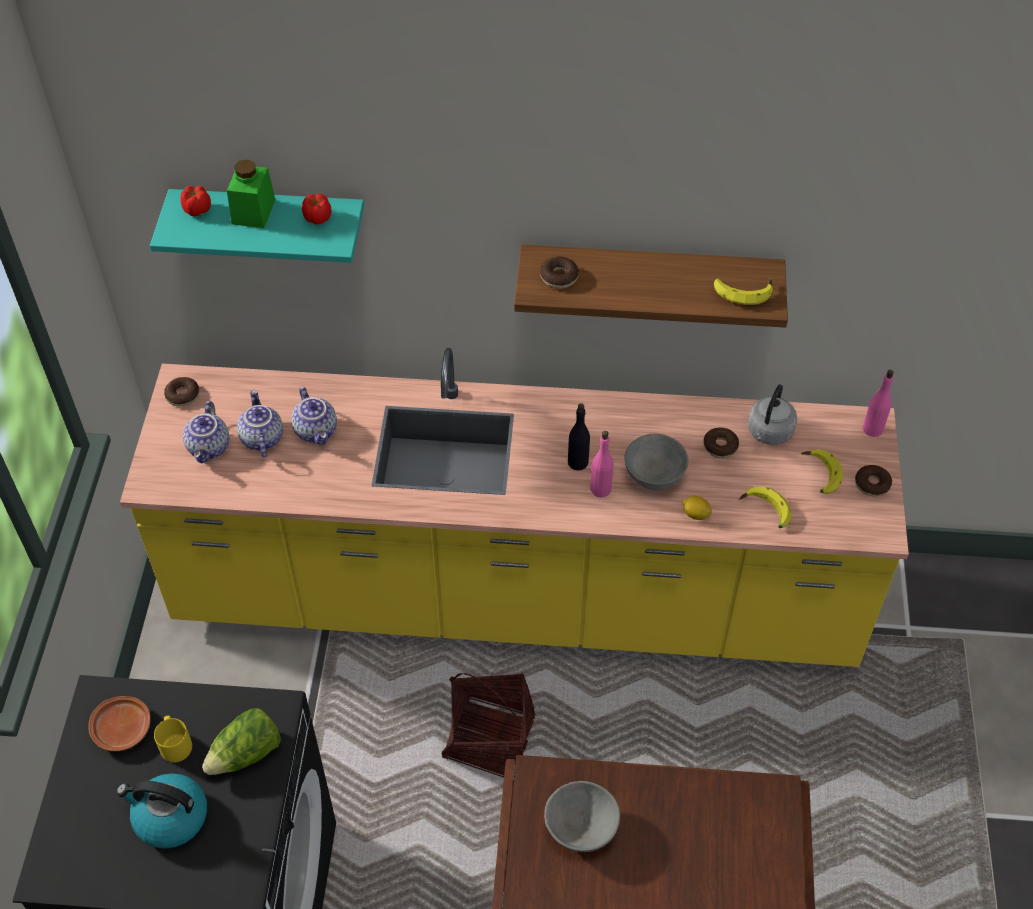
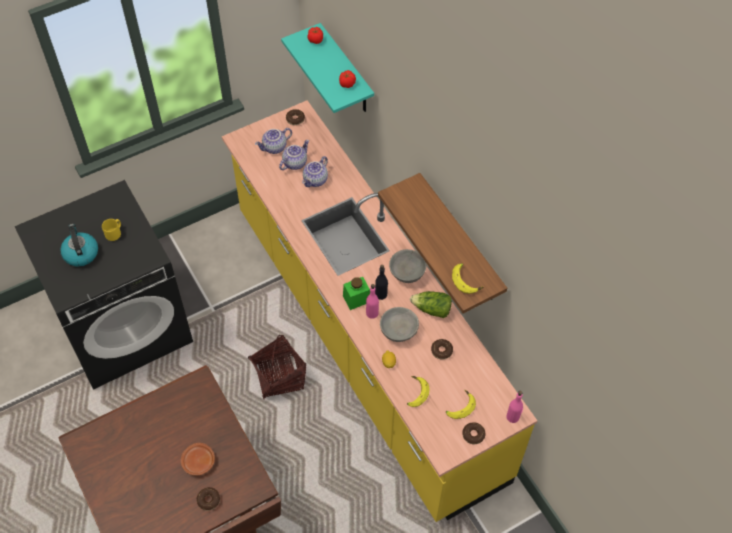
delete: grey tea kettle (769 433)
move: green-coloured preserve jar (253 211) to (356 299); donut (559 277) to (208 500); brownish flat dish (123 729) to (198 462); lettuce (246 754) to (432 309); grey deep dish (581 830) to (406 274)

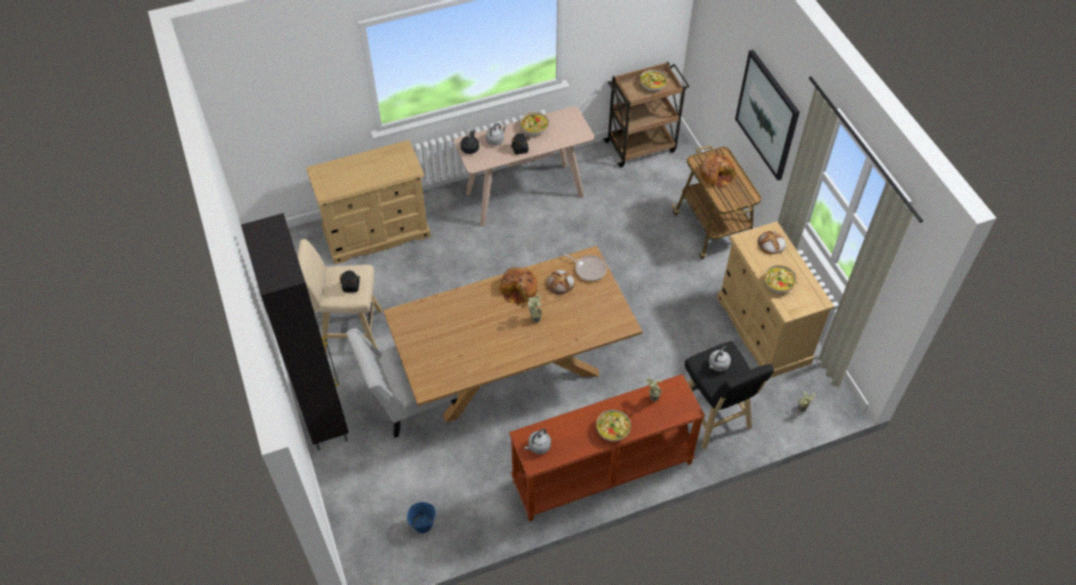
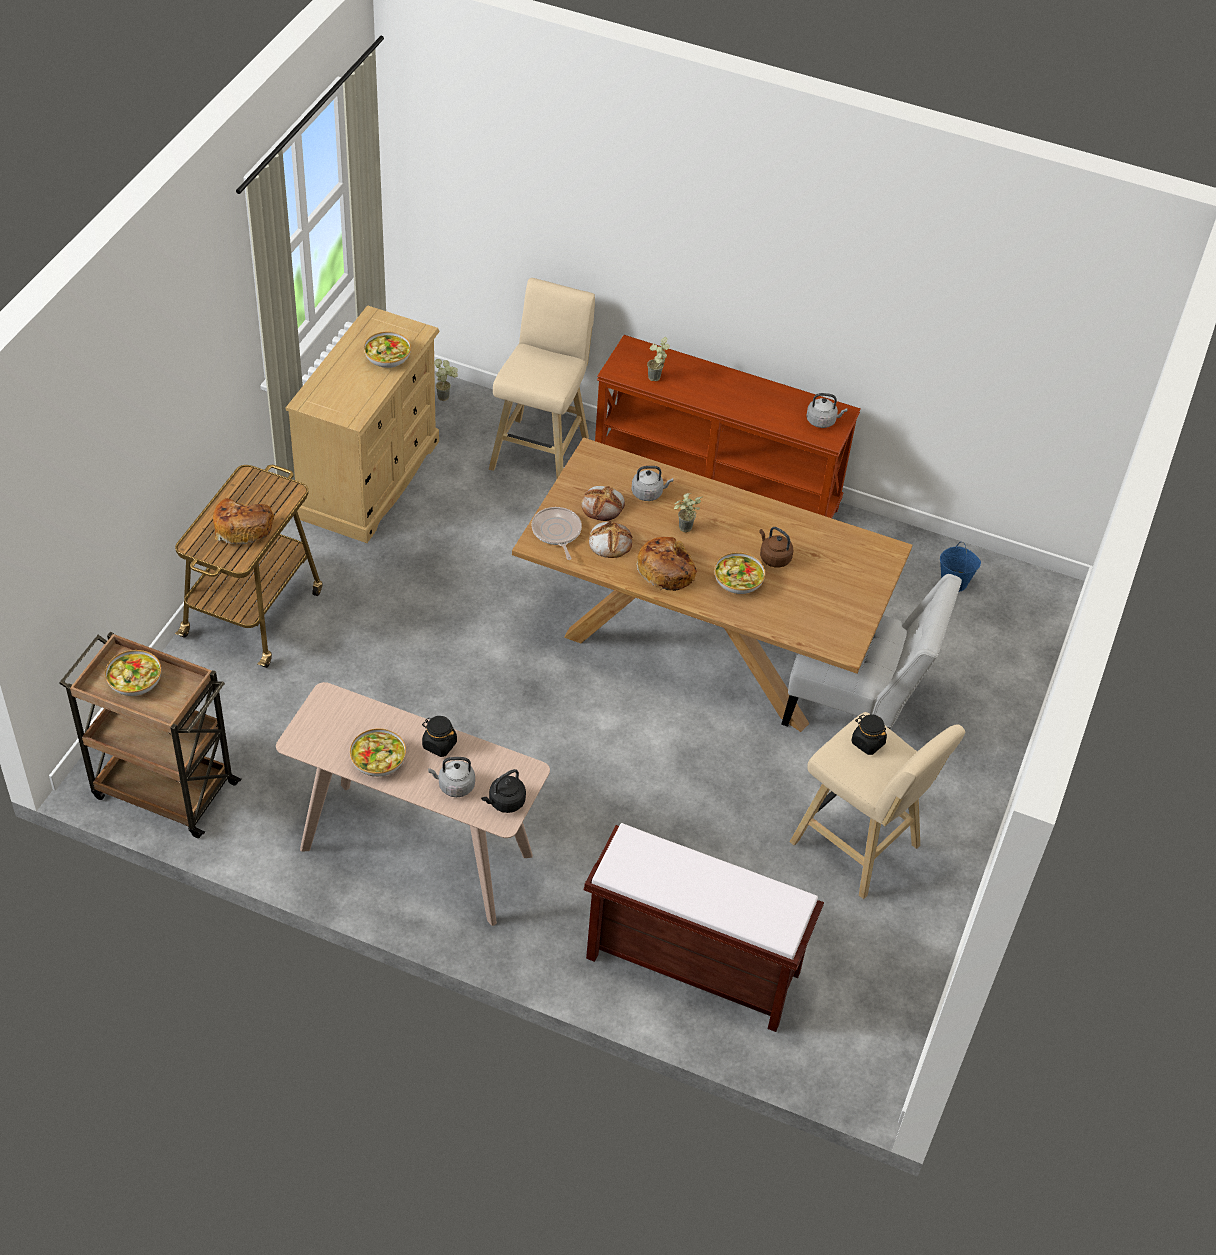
delete: wall art (767 115); blackish cabinet (324 414)
insert: brownish tea kettle (773 558)
move: baked bread (771 244) to (603 505); grey tea kettle (717 365) to (648 493); deep dish (612 430) to (738 581)
replace: beige-coloured dresser (376 233) to brownish bench (690 965)
recolor: blackish sitting stool (714 419) to beige-coloured sitting stool (541 450)

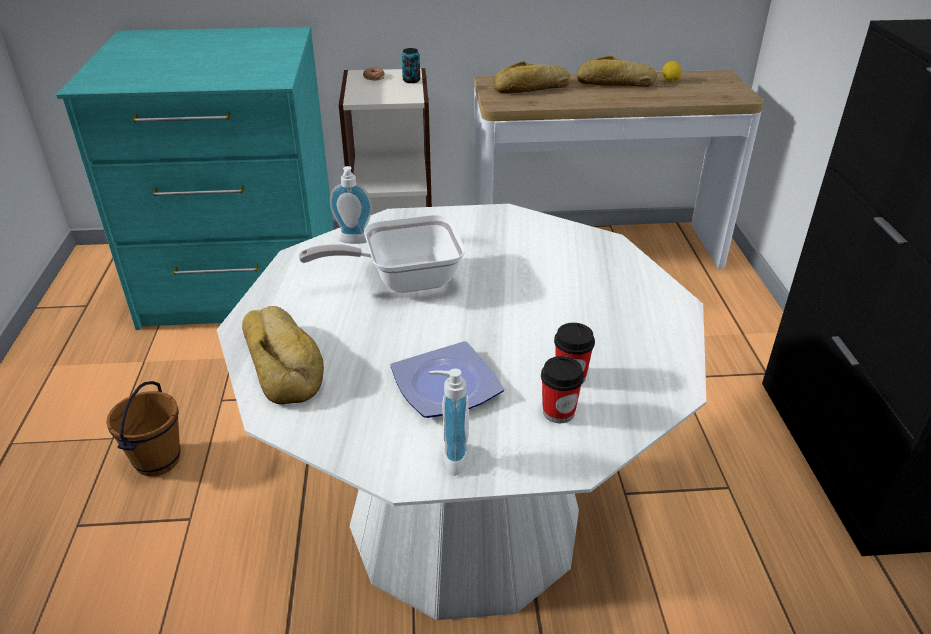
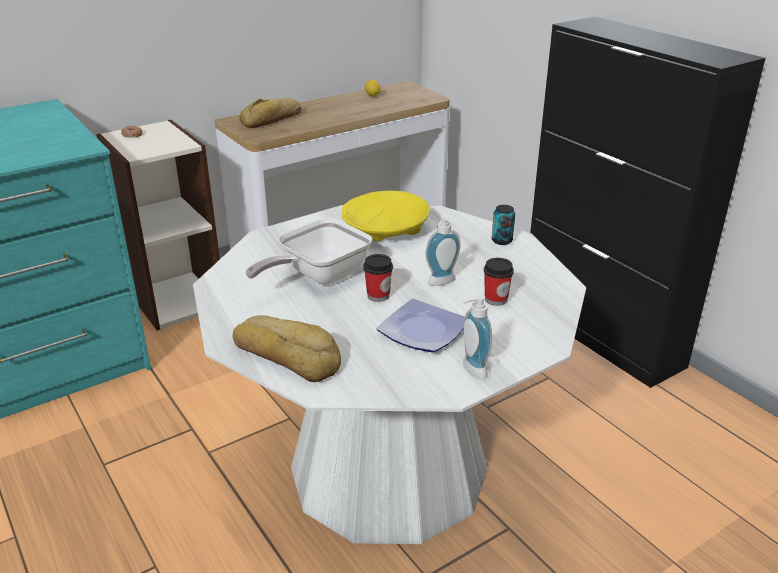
delete: baked bread (615 83); brownish pail (157 460)
insert: yellow-coloured deep dish (386 230)
move: sealed can (411 80) to (502 241); soap bottle (353 241) to (443 283); cup (558 412) to (378 295)

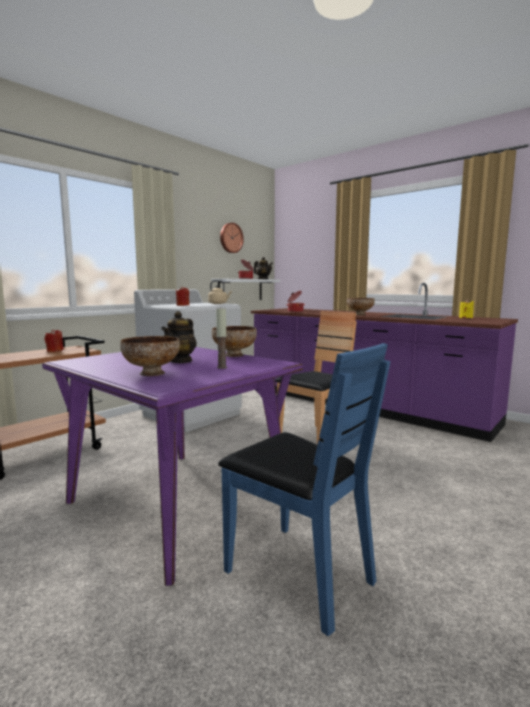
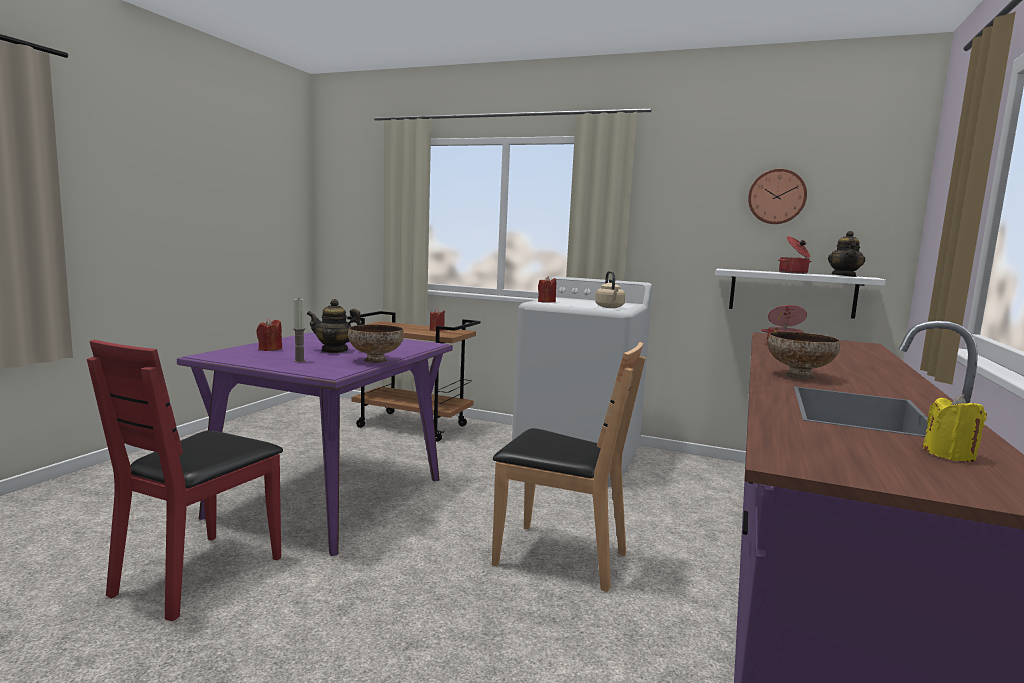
replace: deep dish (151 373) to red candle (270 349)
recolor: blue-coloured plain chair (298 574) to red plain chair (199 574)

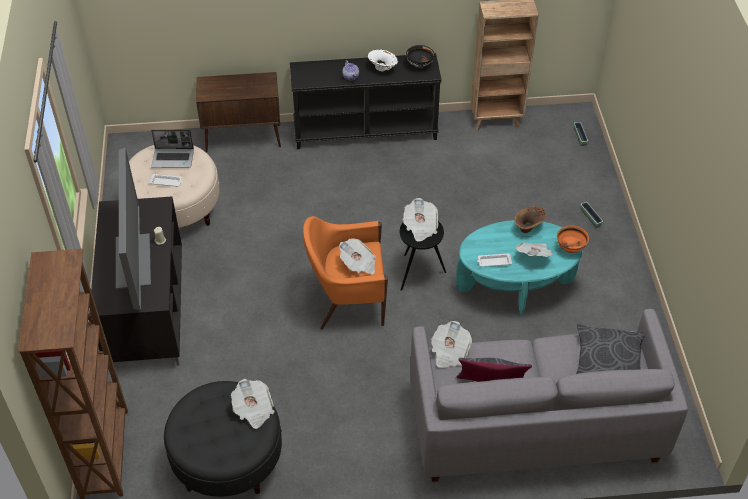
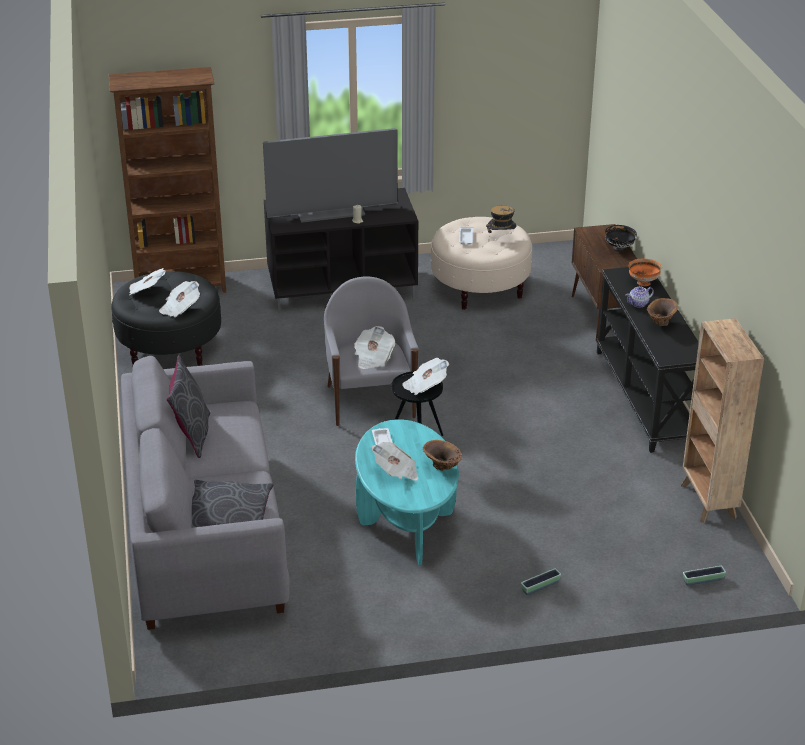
move: blackish deep dish (419 65) to (619 248); orangey deep dish (570 248) to (643 283); daily paper (449 352) to (147 290)
replace: notebook computer (173 158) to hat (501 238)
recolor: whitish decorative vase (382 69) to brownish decorative vase (660 324); orangey easy chair (347 300) to grey easy chair (370 401)

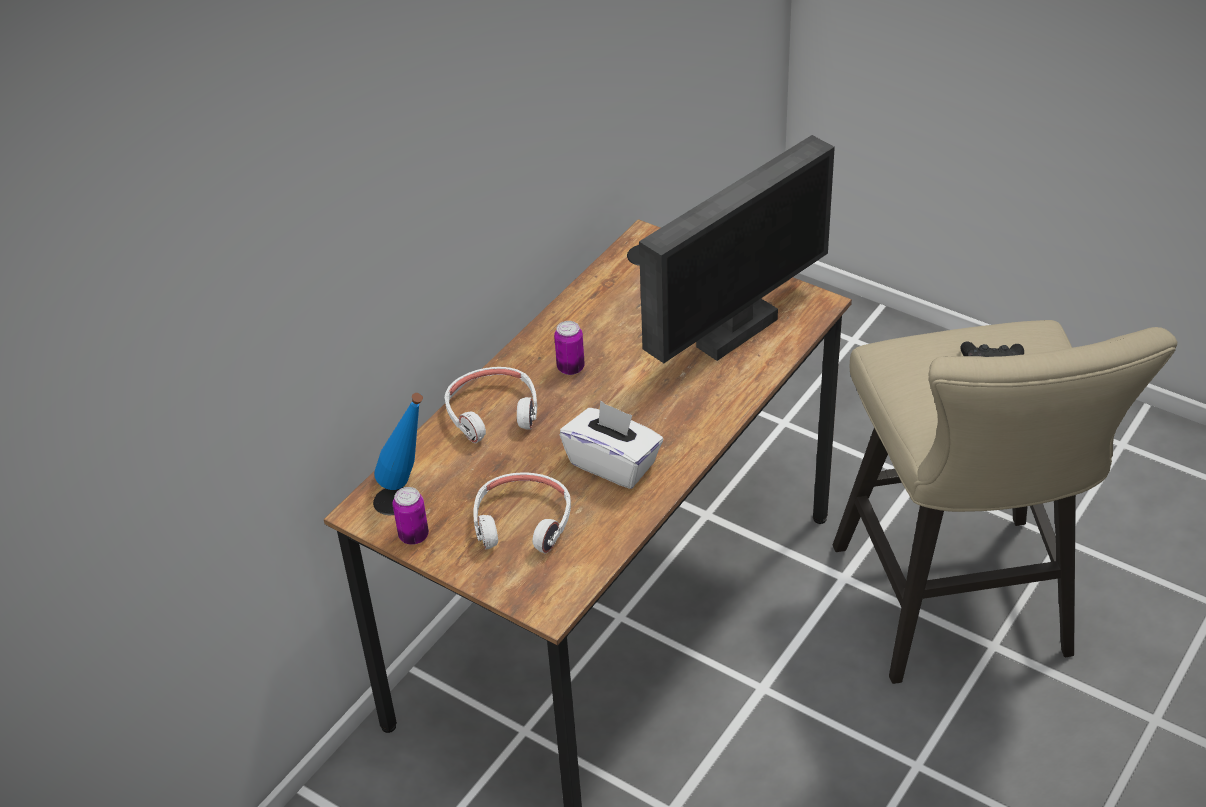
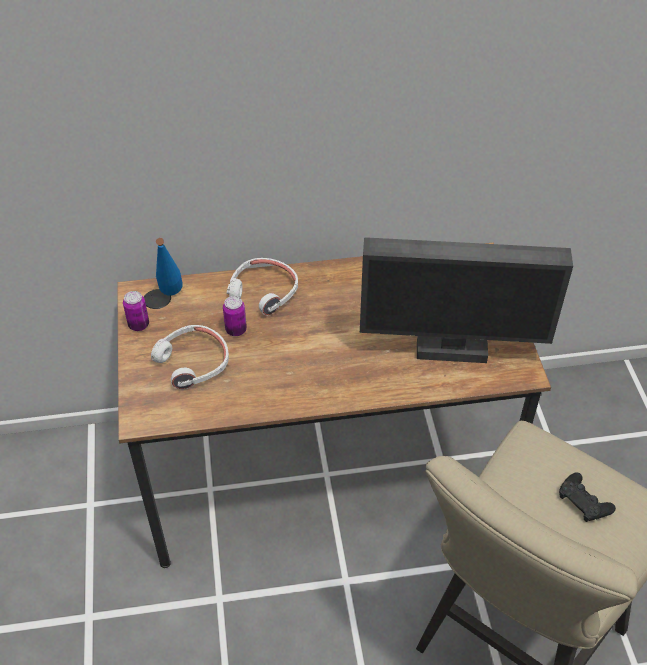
delete: whitish tissue holder (613 463)
move: sealed can (570 368) to (236 330)

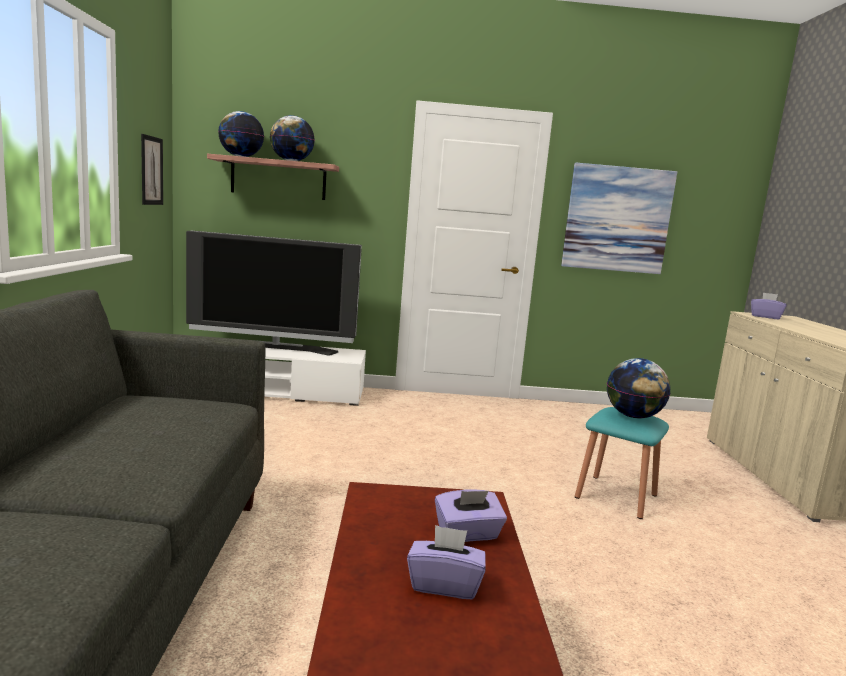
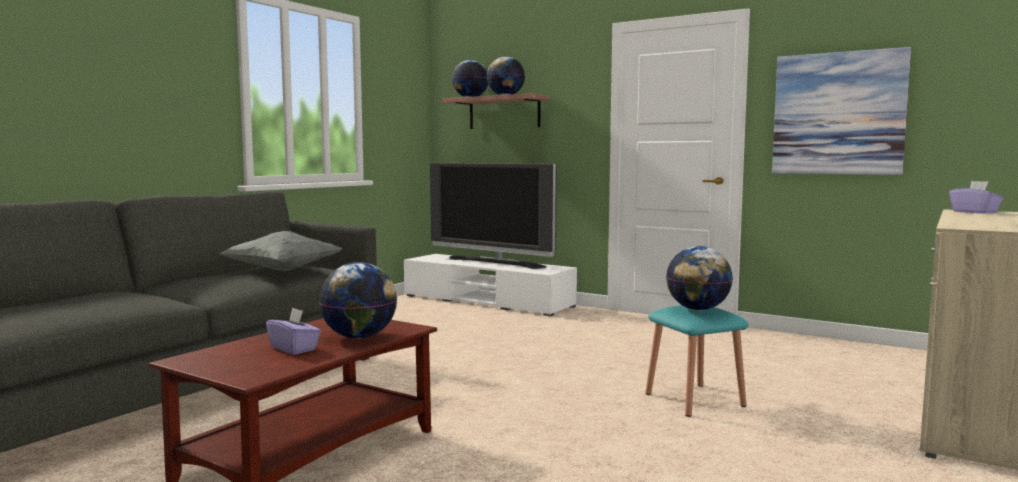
delete: wall art (151 170)
insert: grey cushion (282 271)
replace: purplish tissue holder (468 534) to globe (359 337)

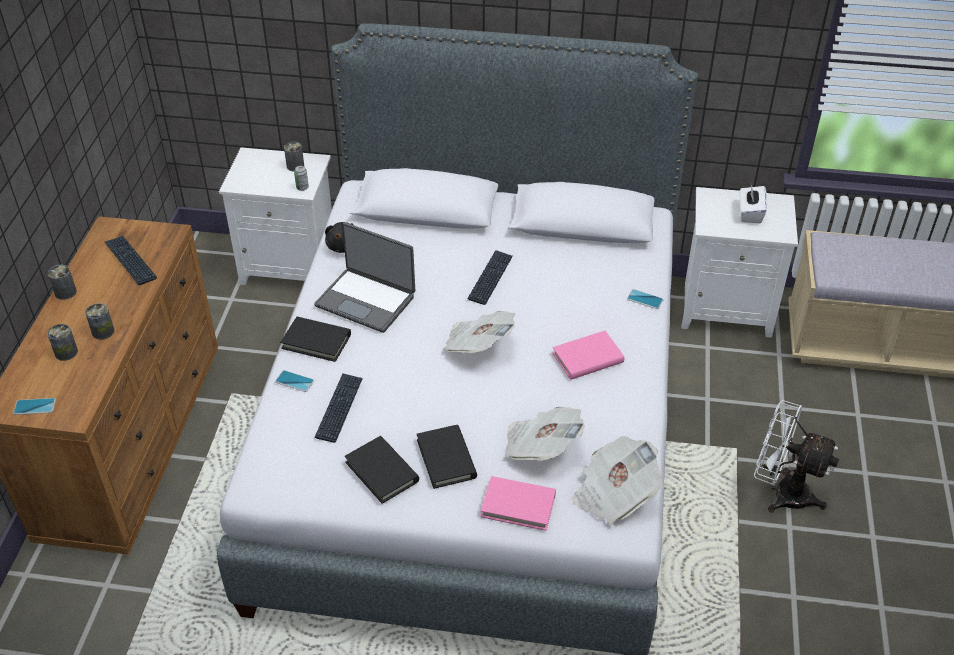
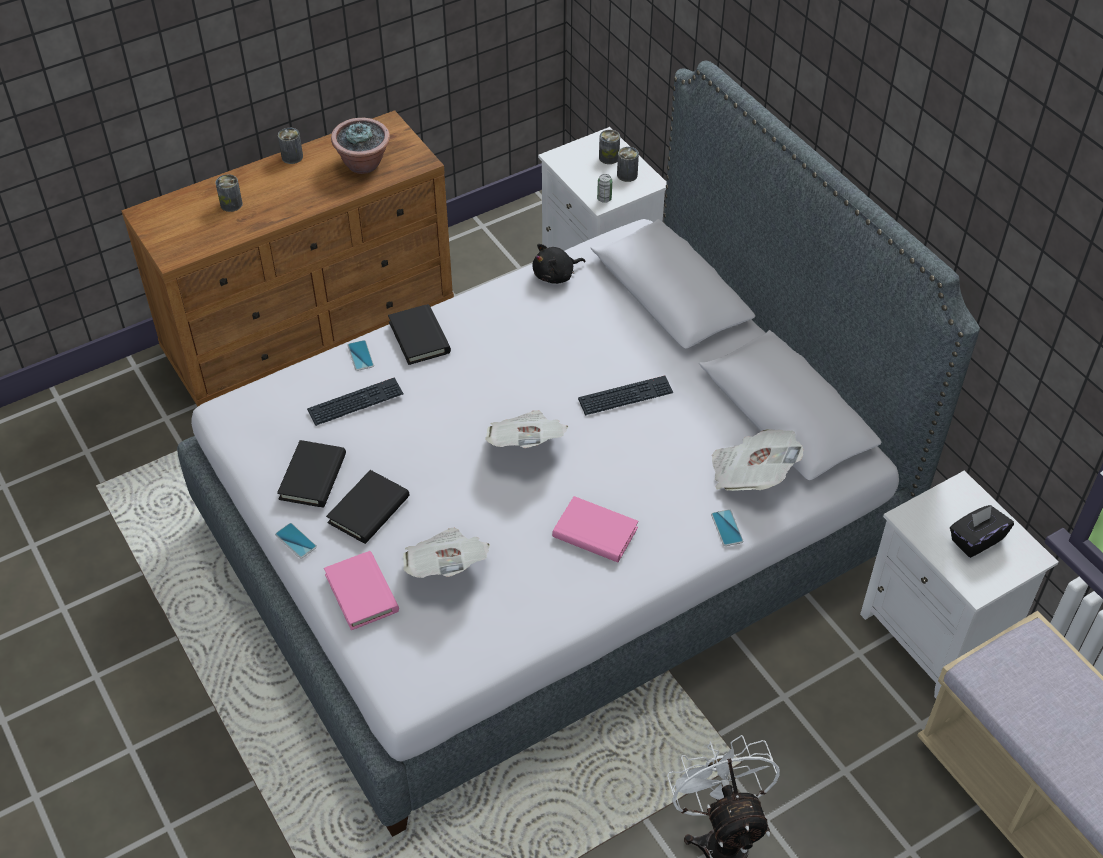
delete: notebook computer (366 300)
move: sealed can (103 331) to (609 157); handset (35 407) to (296 541); daily paper (614 494) to (751 474)
replace: PC keyboard (130 261) to plant in a pot (364 164)
recolor: whitish tissue holder (750 213) to blackish tissue holder (976 540)

